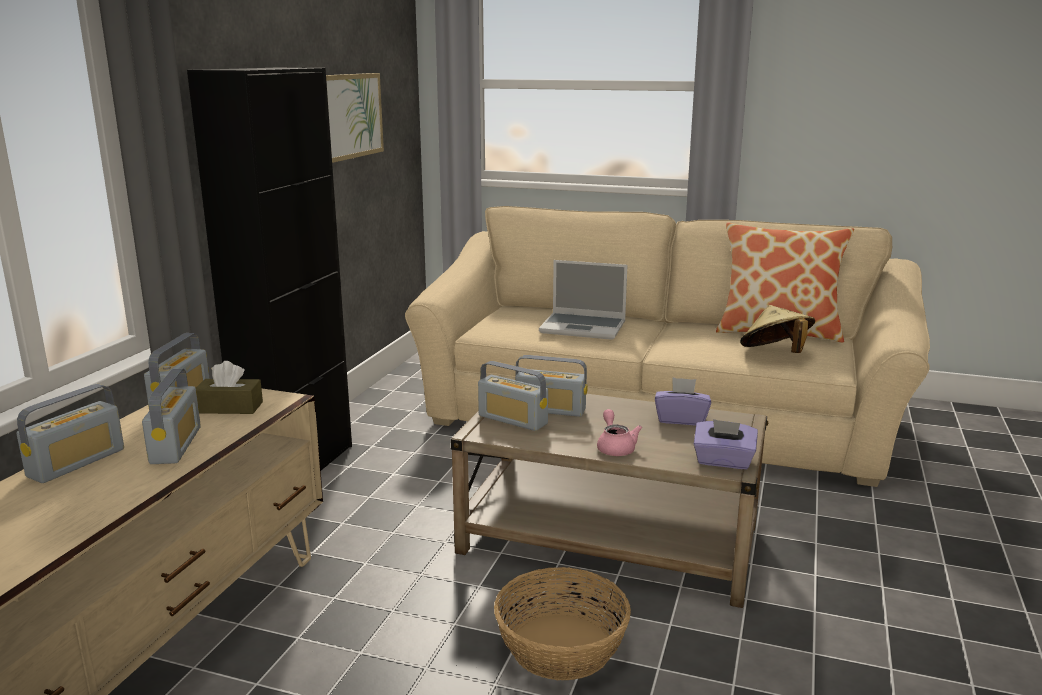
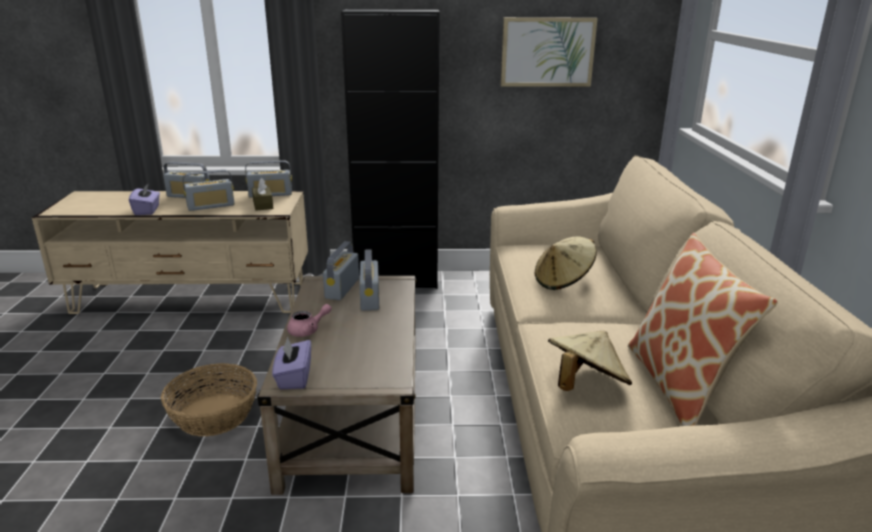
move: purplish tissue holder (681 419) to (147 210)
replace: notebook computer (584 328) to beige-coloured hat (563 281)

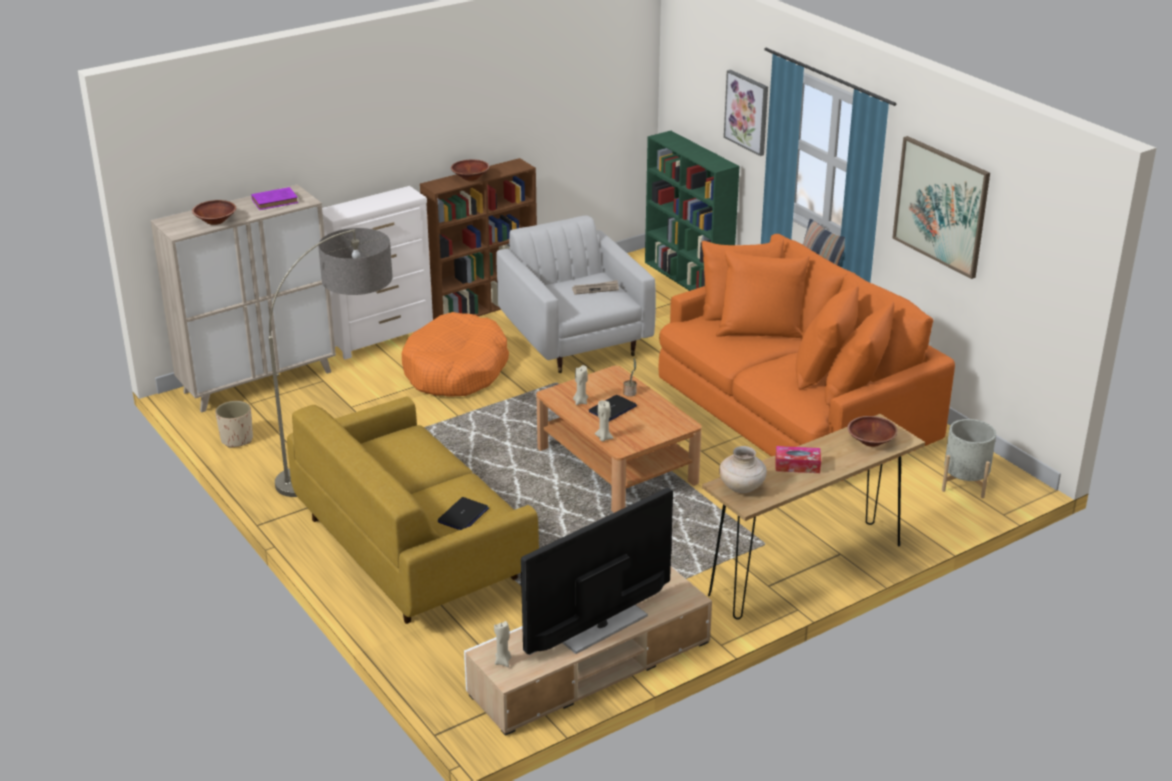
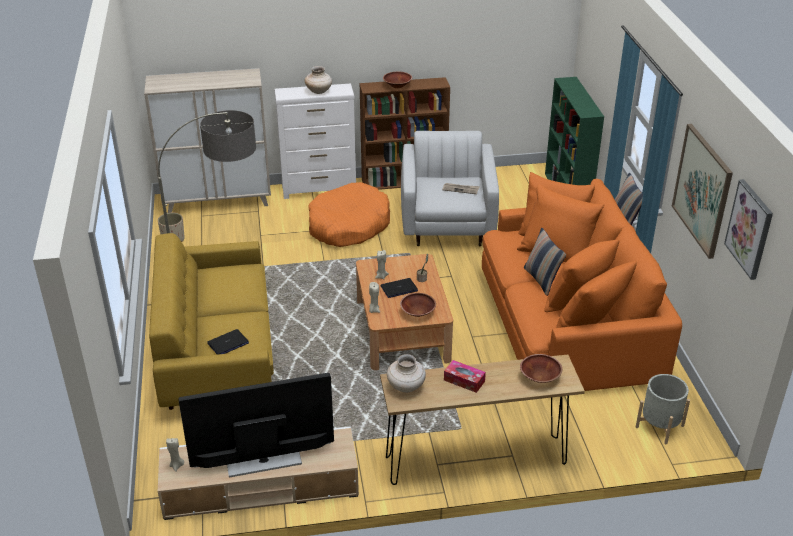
delete: purplish volume (276 201)
insert: beige-coloured decorative vase (319 91); cushion (541 280)
move: wall art (747 112) to (749 229); brownish deep dish (215 221) to (417 312)

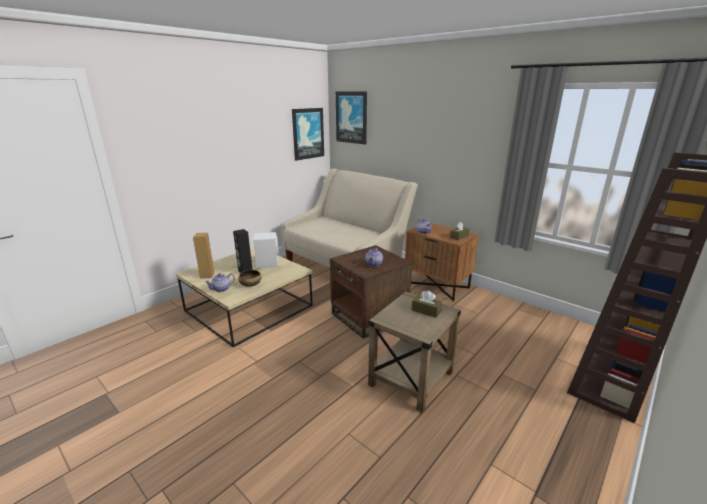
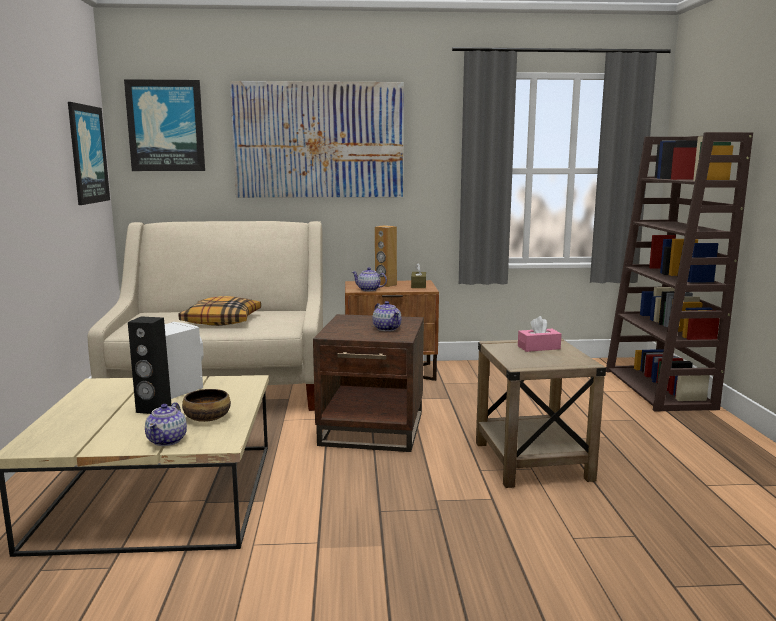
insert: wall art (318 140); cushion (222 320)
move: brownish audio speaker (207 275) to (385 285)
recolor: brownish tissue holder (426 310) to pink-coloured tissue holder (538 347)

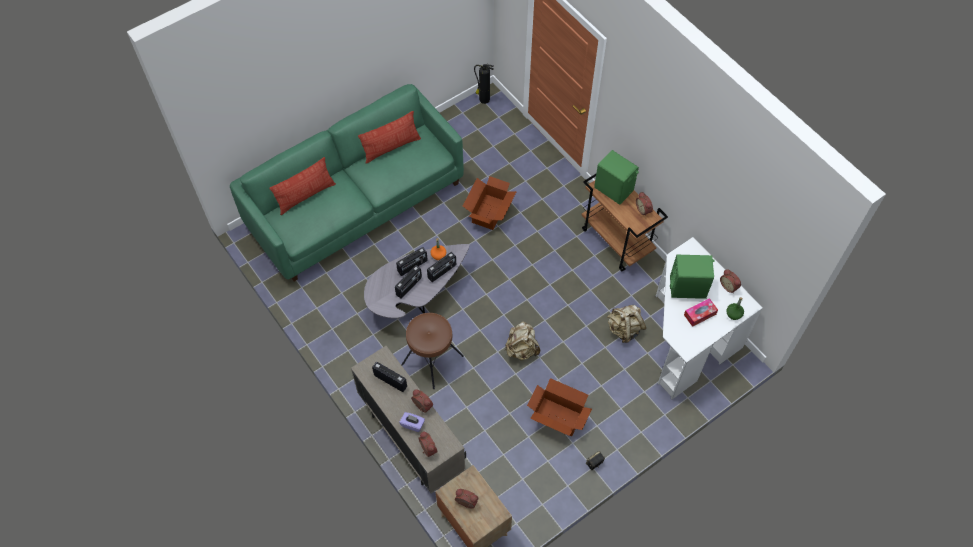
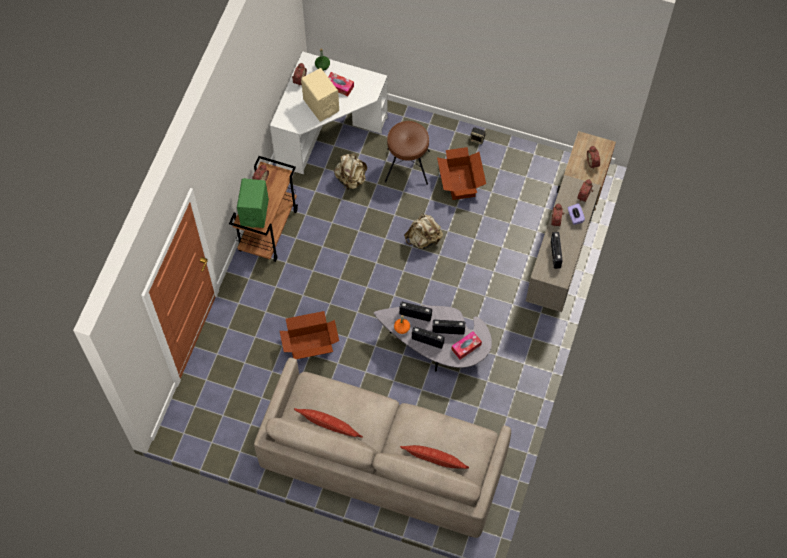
delete: extinguisher (483 99)
insert: tissue holder (466 347)
move: brownish sitting stool (432 360) to (407 166)
recolor: green-coloured sofa (356 204) to beige-coloured sofa (383 462); green-coloured audio speaker (688 287) to beige-coloured audio speaker (321 105)

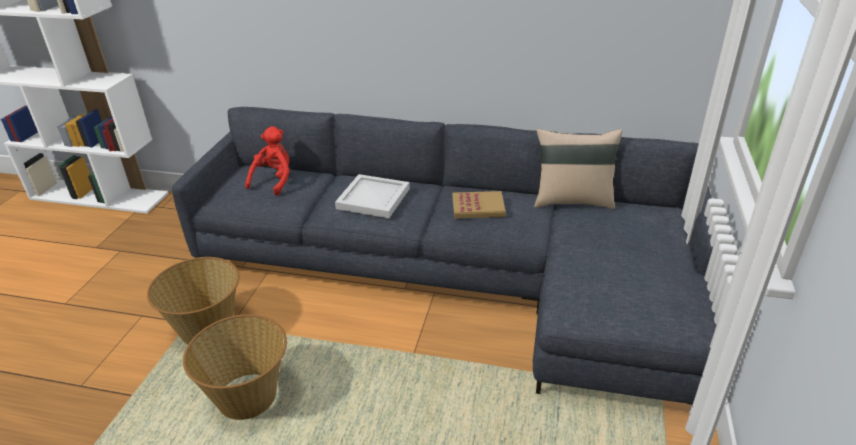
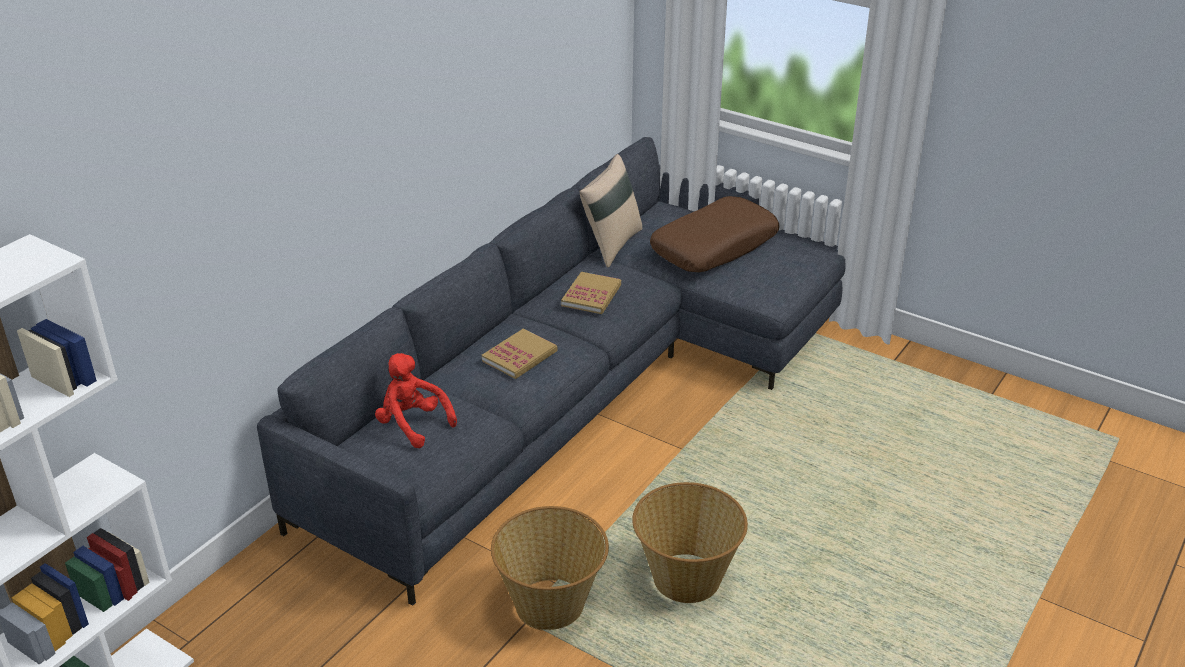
insert: brownish cushion (714 247)
replace: whitish carrying tray (373 198) to volume (519 356)

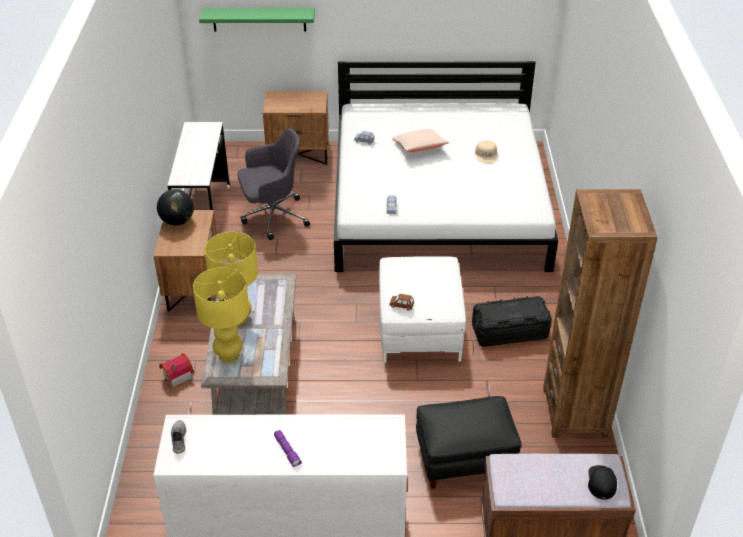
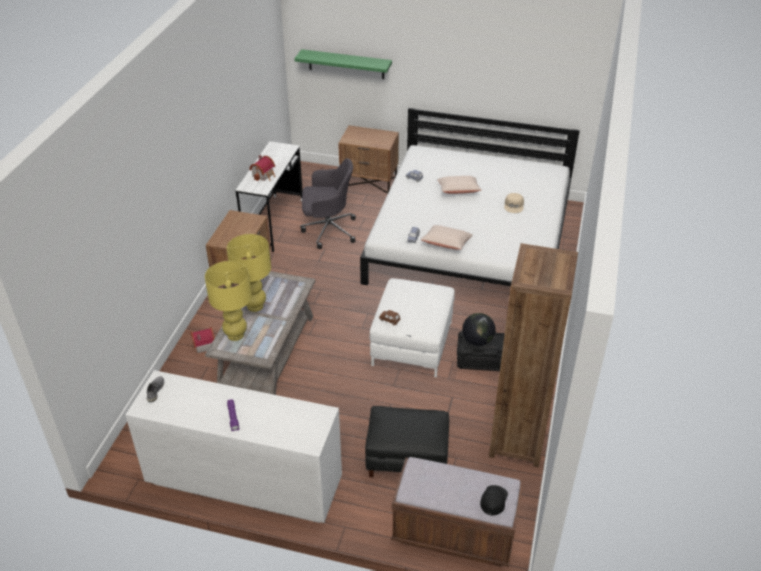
insert: model house (264 175); beige-coloured cushion (446 244)
move: globe (177 221) to (477 341)

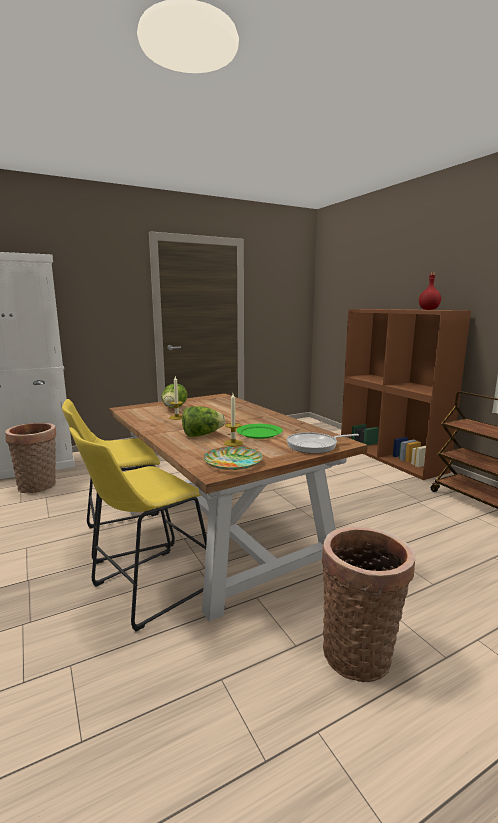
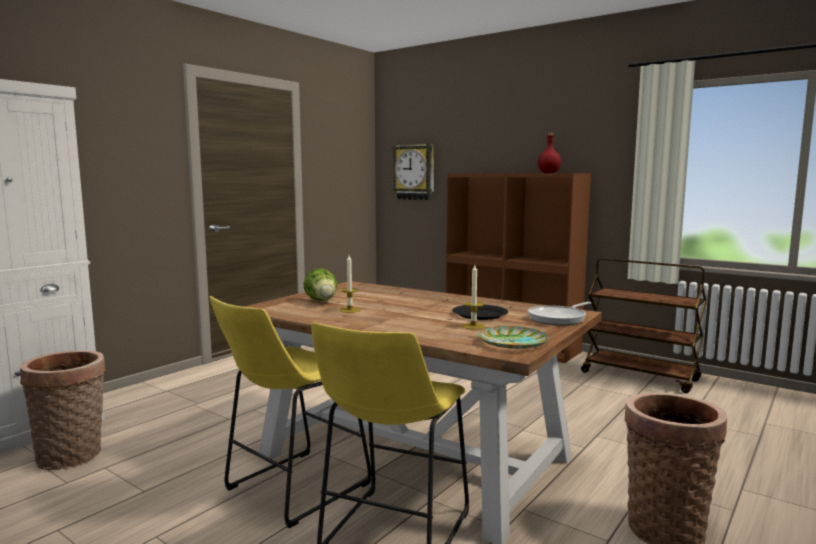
delete: lettuce (202 435)
insert: clock on the wall (414 172)
recolor: green-coloured flat dish (259 433) to blackish flat dish (479 314)

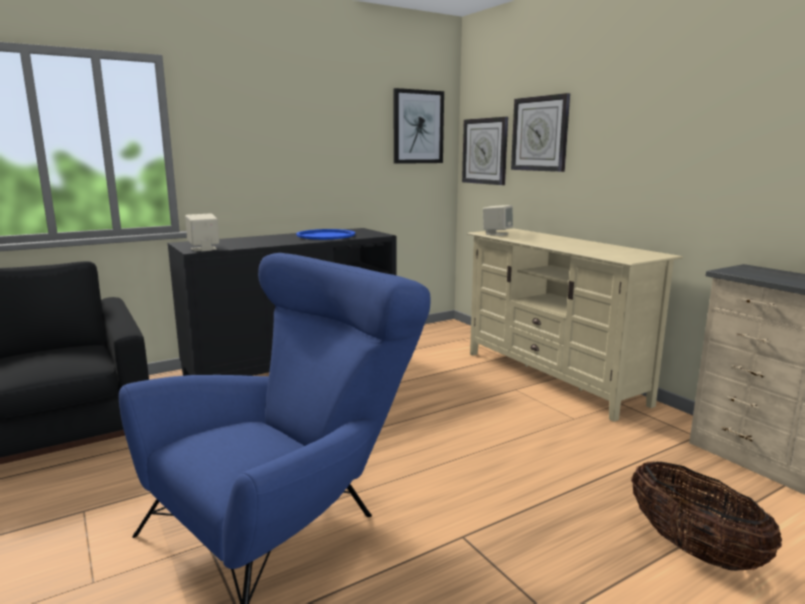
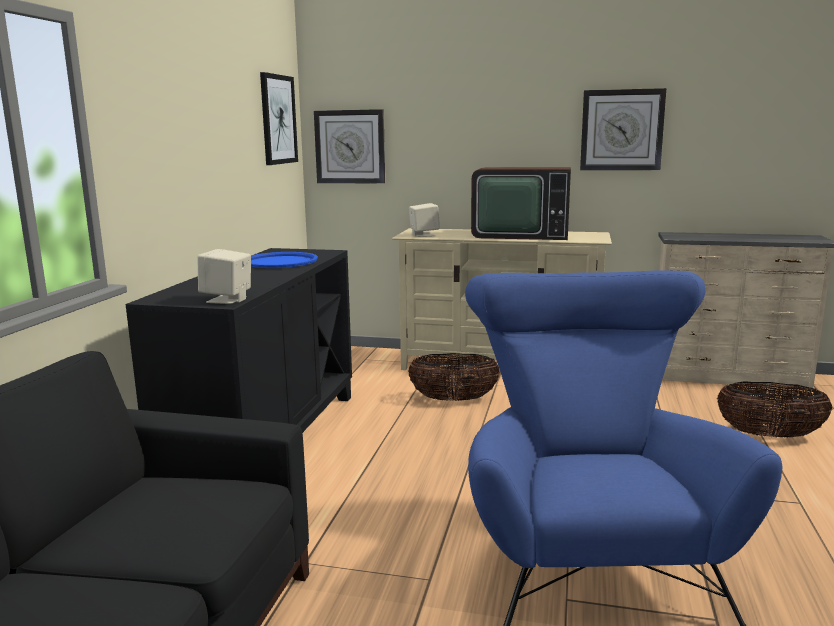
insert: TV (519 235); storage basket (454 399)
move: clock on the wall (540 134) to (621 130)

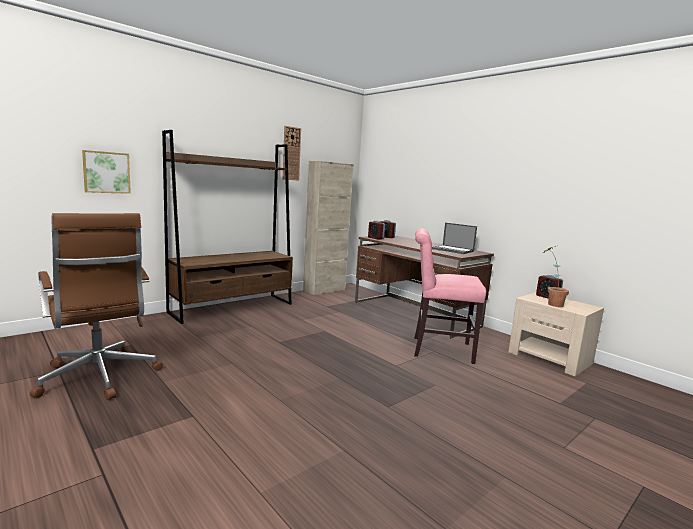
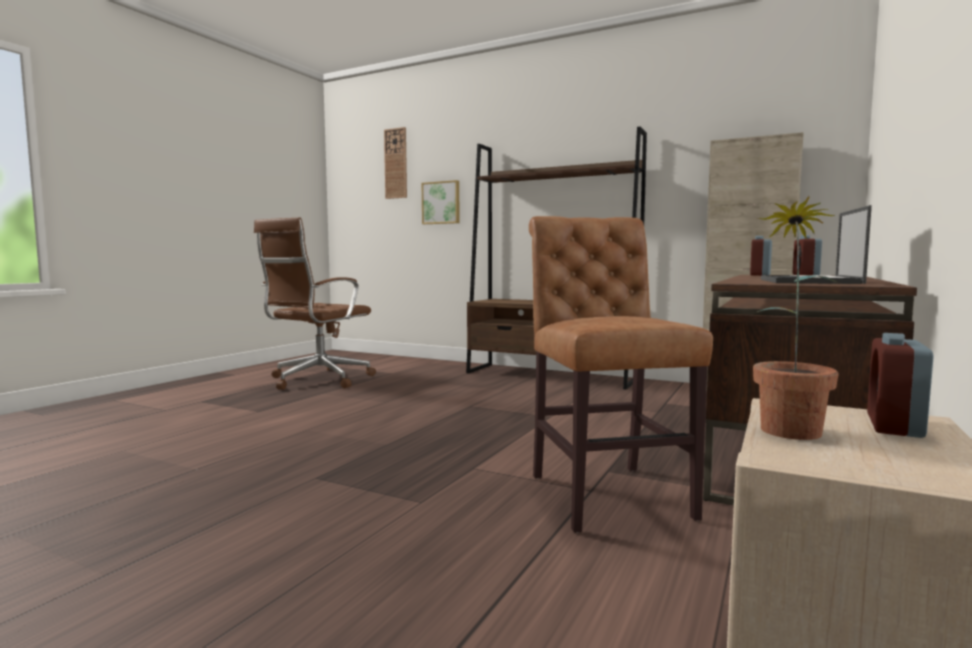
move: clock on the wall (291 153) to (396 163)
recolor: pink-coloured plain chair (438 349) to brownish plain chair (605 493)

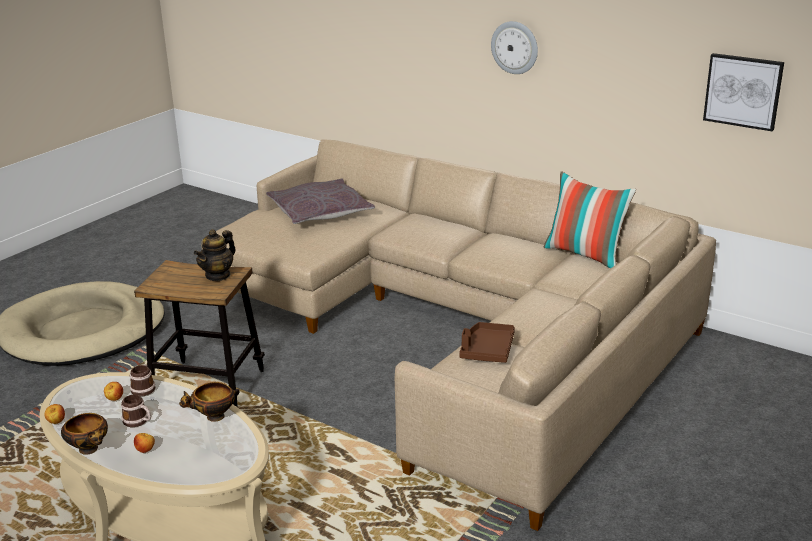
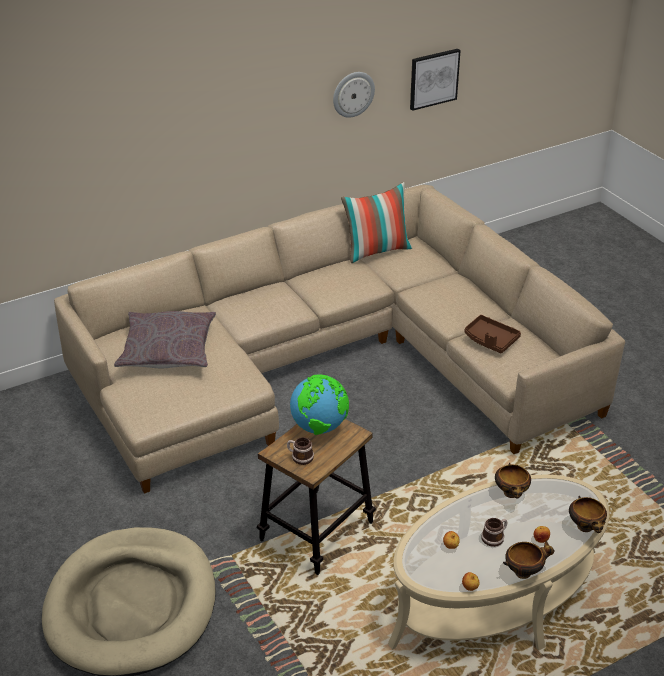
insert: deep dish (586 528)
move: clock on the wall (515 47) to (353 94); coffee mug (144 388) to (300 457)
replace: pot for tea (218 275) to globe (319 427)

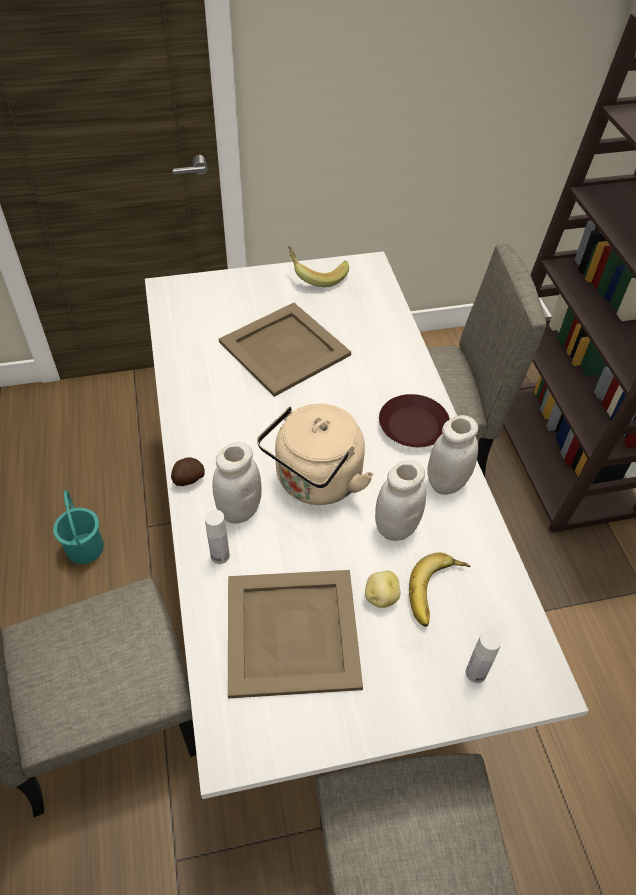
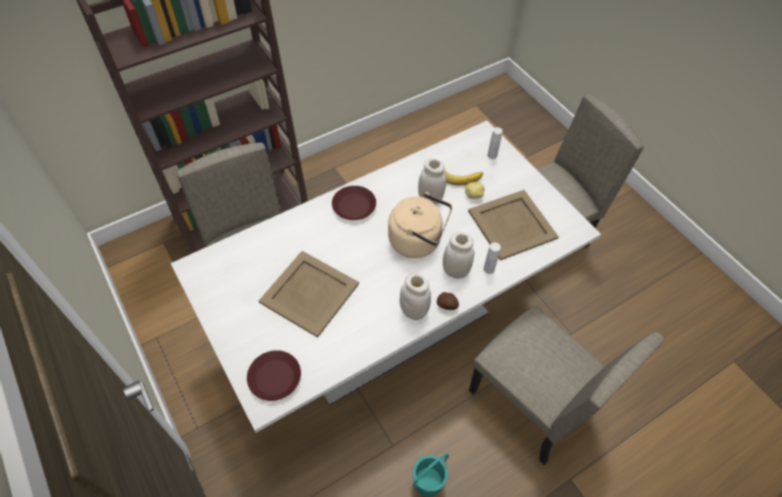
delete: banana (317 275)
insert: brownish flat dish (275 378)
move: whitish preserve jar (447 483) to (414 311)

